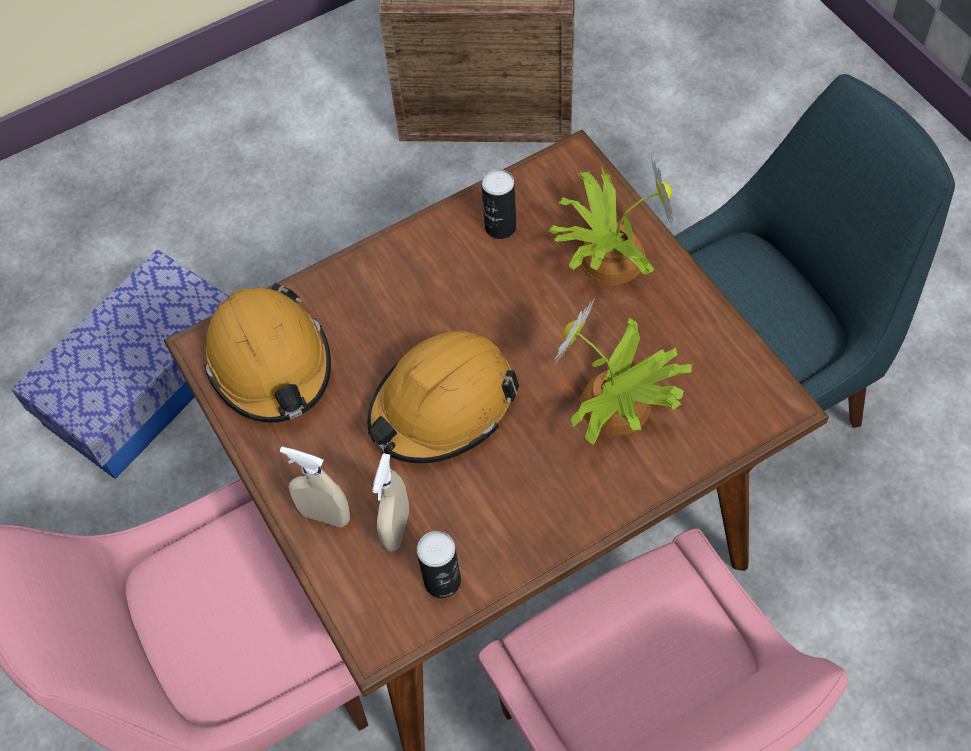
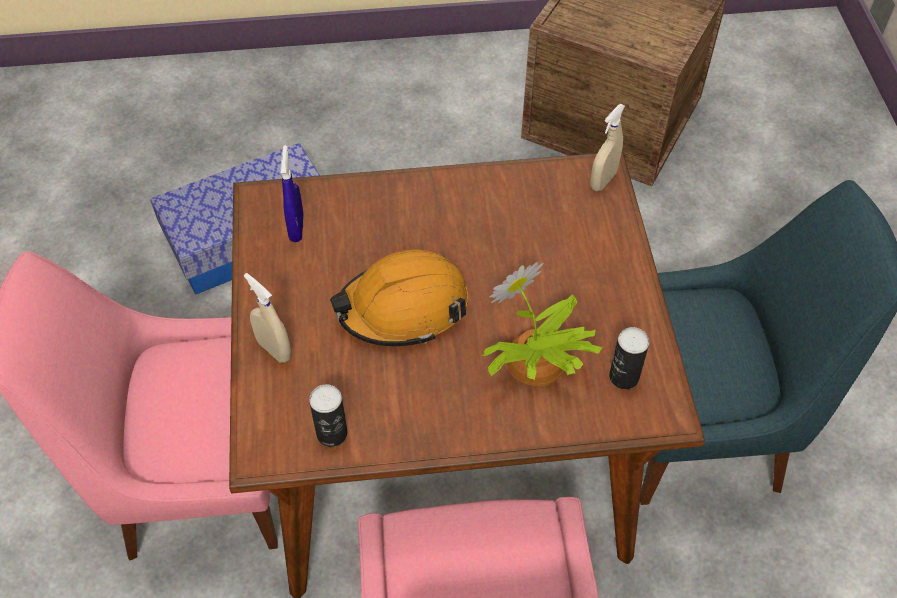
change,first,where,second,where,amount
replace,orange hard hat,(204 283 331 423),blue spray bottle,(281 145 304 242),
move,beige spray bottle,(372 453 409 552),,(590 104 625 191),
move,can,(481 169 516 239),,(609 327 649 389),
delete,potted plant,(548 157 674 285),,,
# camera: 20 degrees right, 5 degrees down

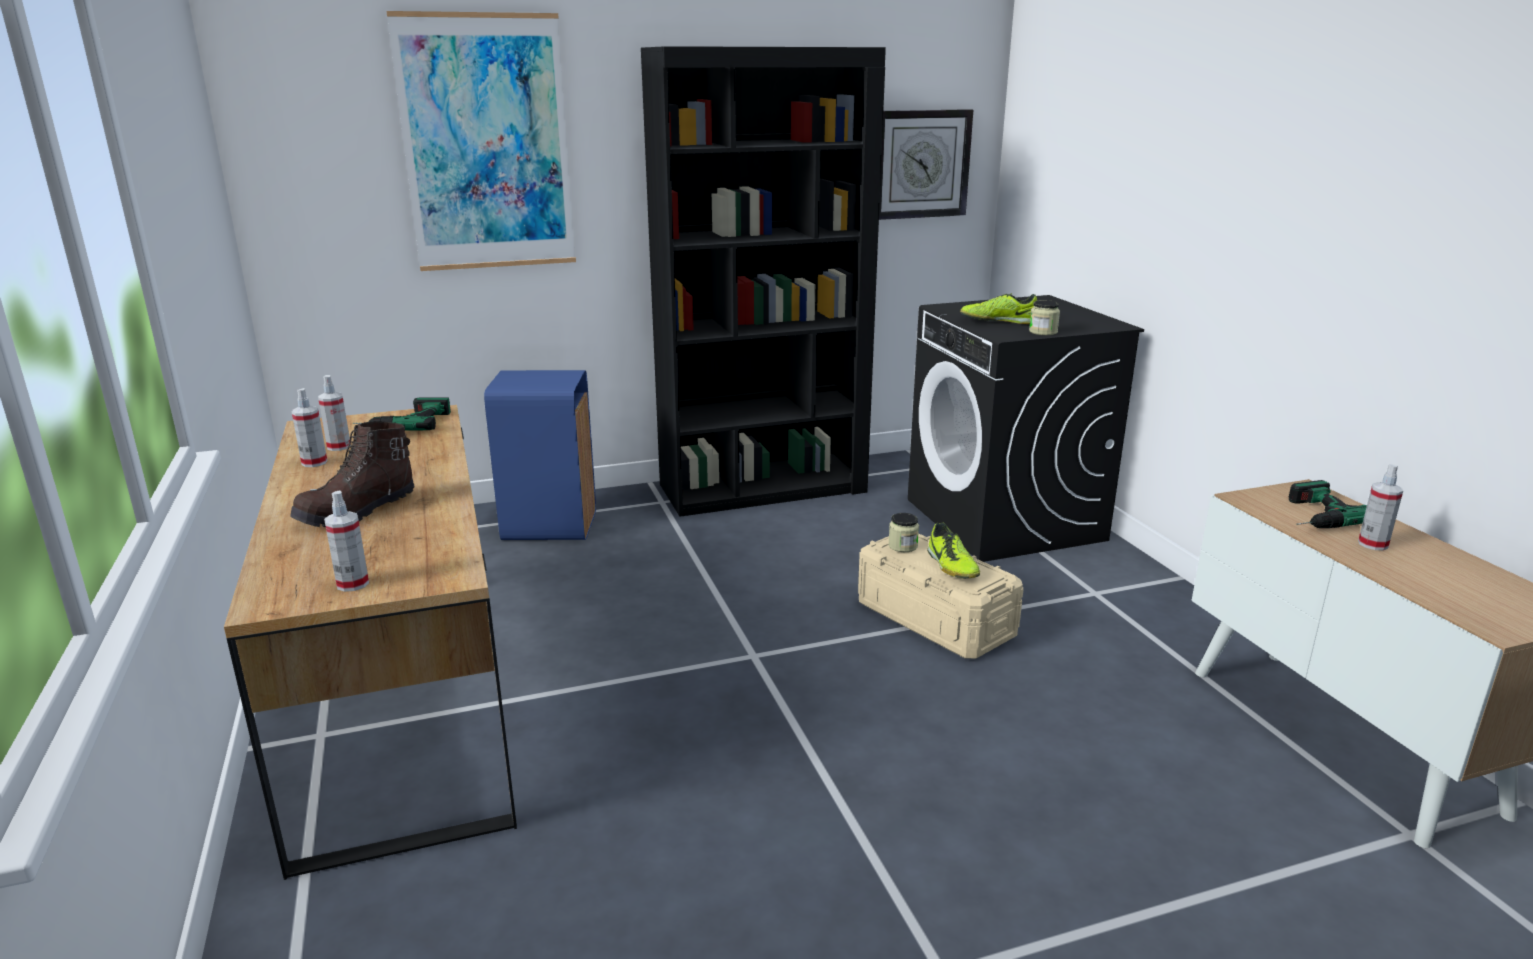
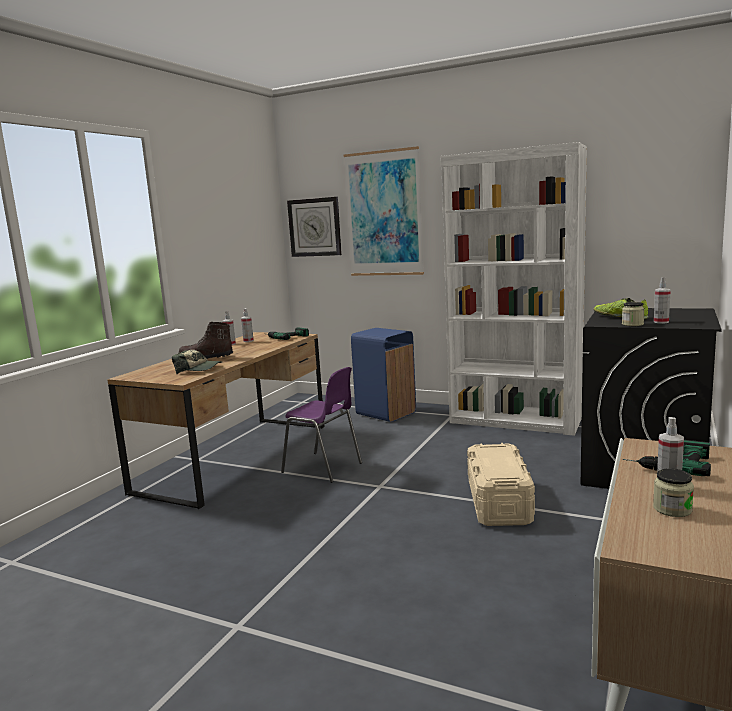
change,first,where,second,where,amount
move,spray bottle,(324 490 369 592),,(654 277 671 324),
recolor,black bookcase,(641 46 886 517),white bookcase,(440 142 587 436),
move,wall clock,(879 109 973 220),,(287 197 342 257),
move,jar,(888 513 919 552),,(653 468 694 517),
delete,shoe,(927 523 980 578),,,
insert,,,cap,(172 350 222 374),
insert,,,purple chair,(281 367 362 483),
# camera: 45 degrees right, 10 degrees down

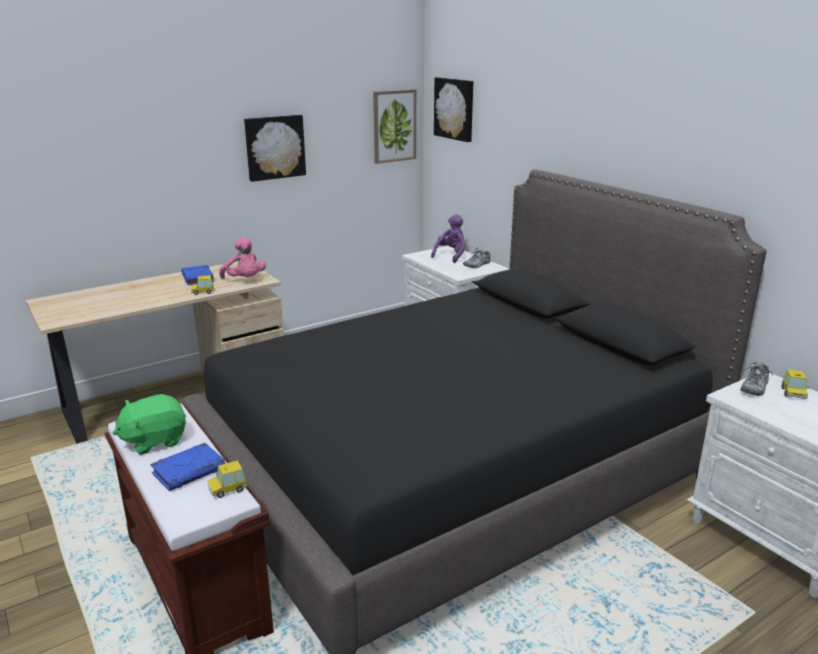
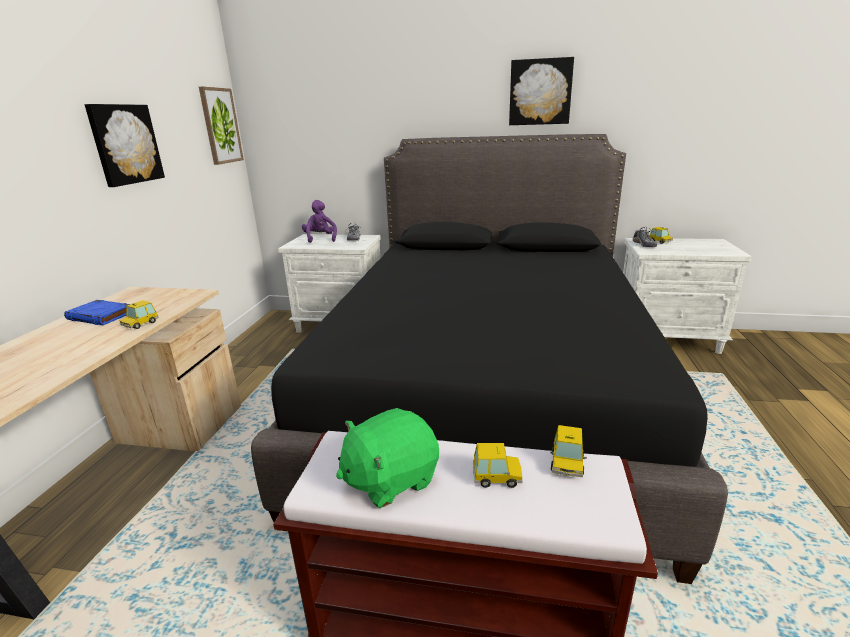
change,first,where,second,where,amount
rotate,green plush toy,(113 394 186 455),,(336 408 439 508),45 degrees clockwise
replace,blue book,(150 443 225 491),toy car,(473 443 523 488),
delete,pink plush toy,(219 237 266 279),,,
move,picture,(434 77 473 142),,(509 57 574 125),
# camera: 45 degrees left, 0 degrees up

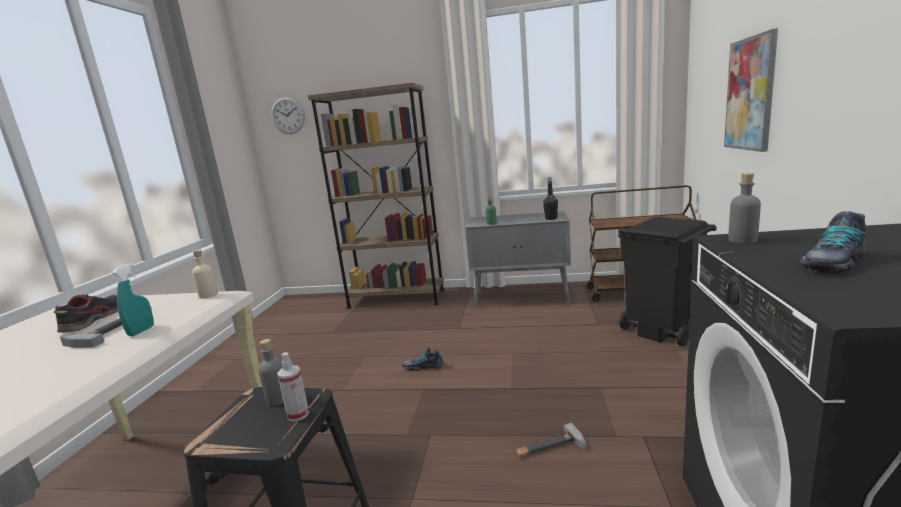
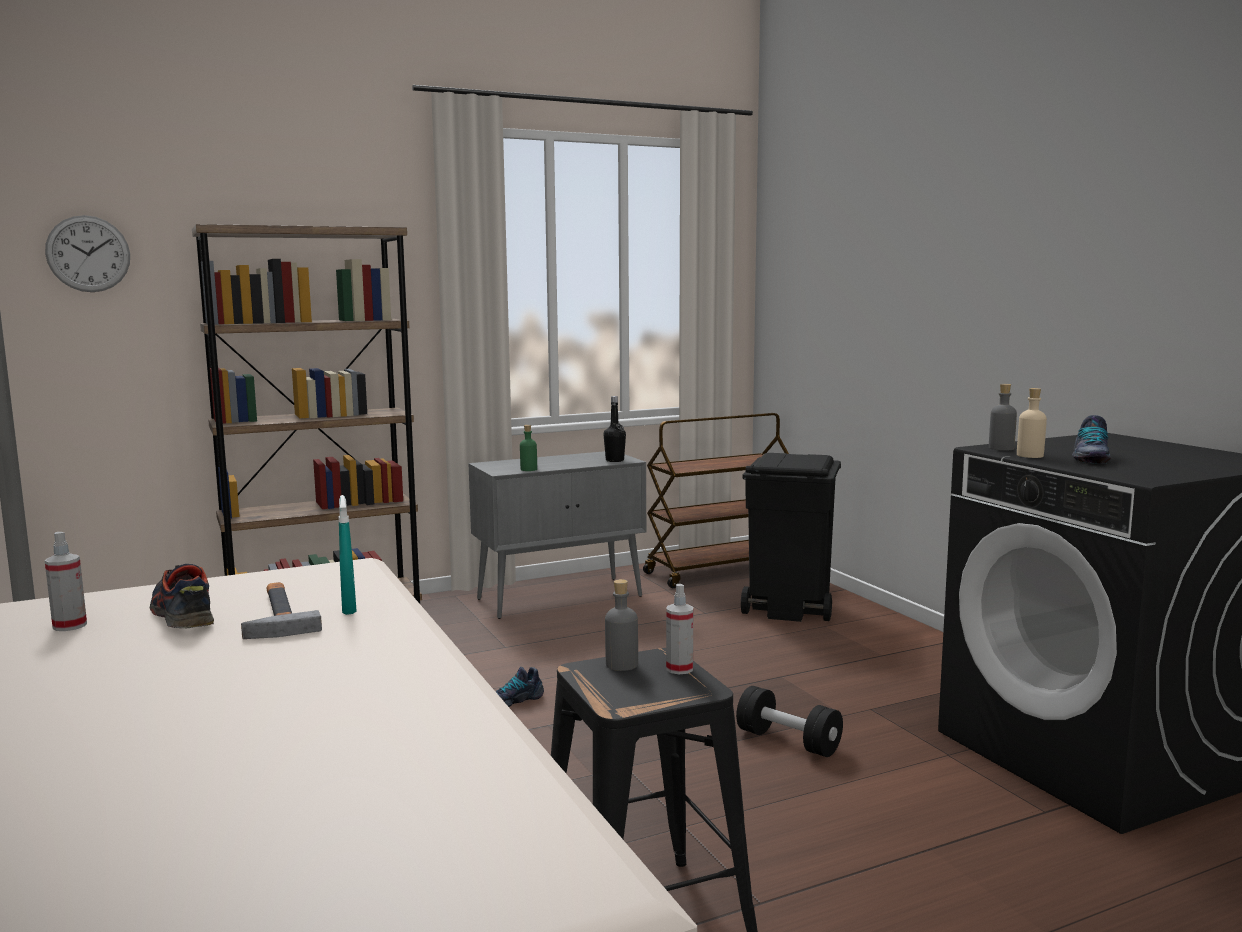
change,first,where,second,where,amount
move,beige bottle,(192 250 218 298),,(1017 388 1047 458),
replace,hammer,(516 423 587 457),black dumbbell,(736 686 843 757),
delete,picture,(724 28 778 152),,,
insert,,,spray bottle,(45 532 87 631),
# camera: 35 degrees left, 5 degrees down

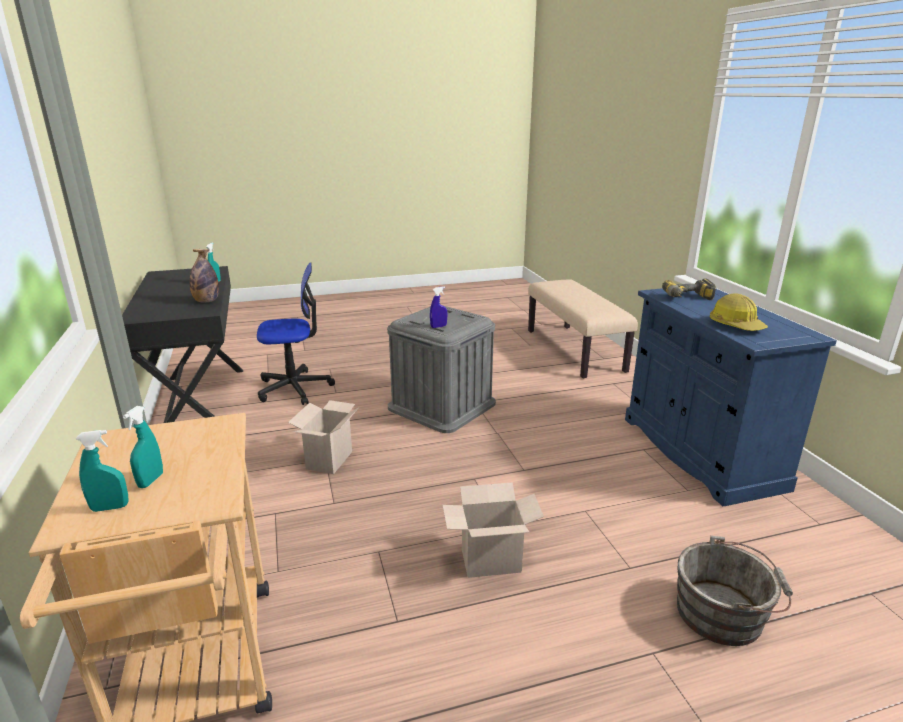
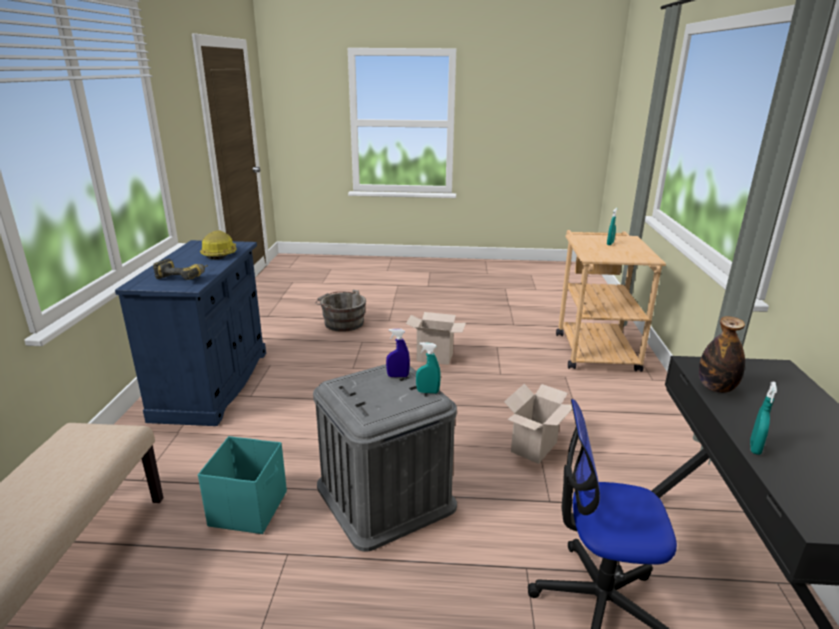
change,first,where,second,where,amount
move,turquoise spray bottle,(76 430 129 512),,(416 342 441 394),
insert,,,turquoise storage box,(198 436 287 534),
# camera: 160 degrees left, 0 degrees up

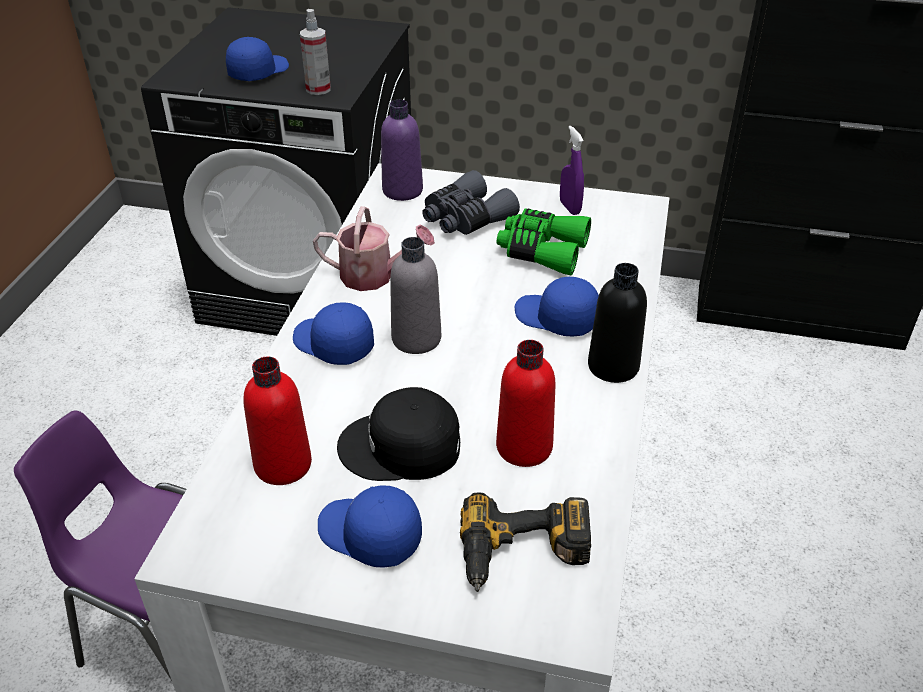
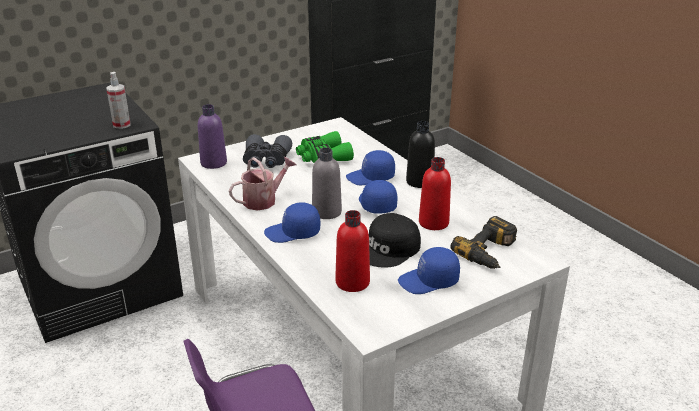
change,first,where,second,where,amount
move,blue cap,(226 37 289 81),,(359 180 397 214),
delete,purple spray bottle,(560 126 584 215),,,
# camera: 45 degrees left, 10 degrees down

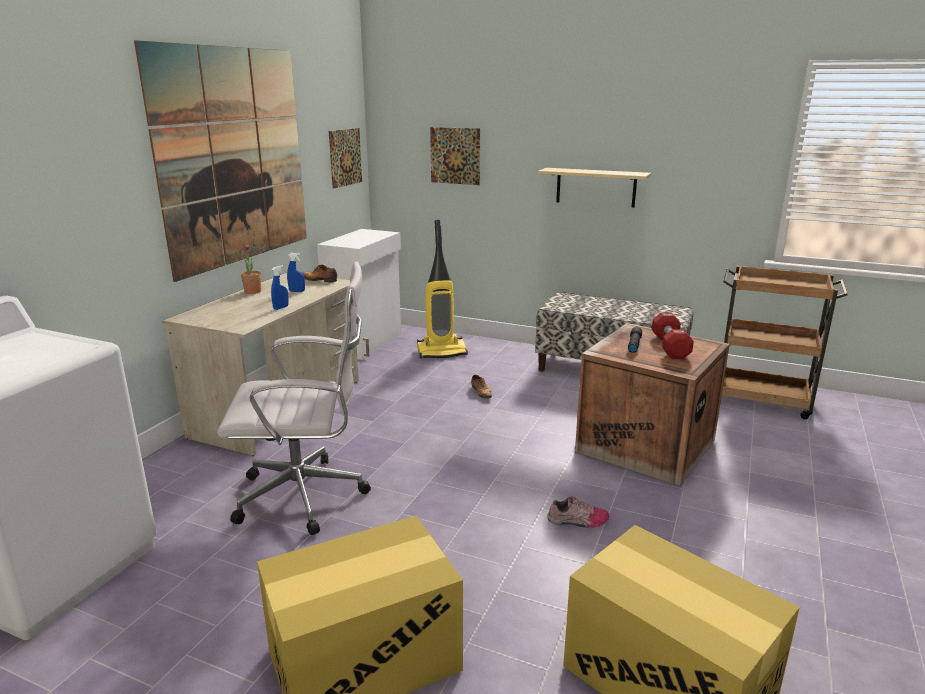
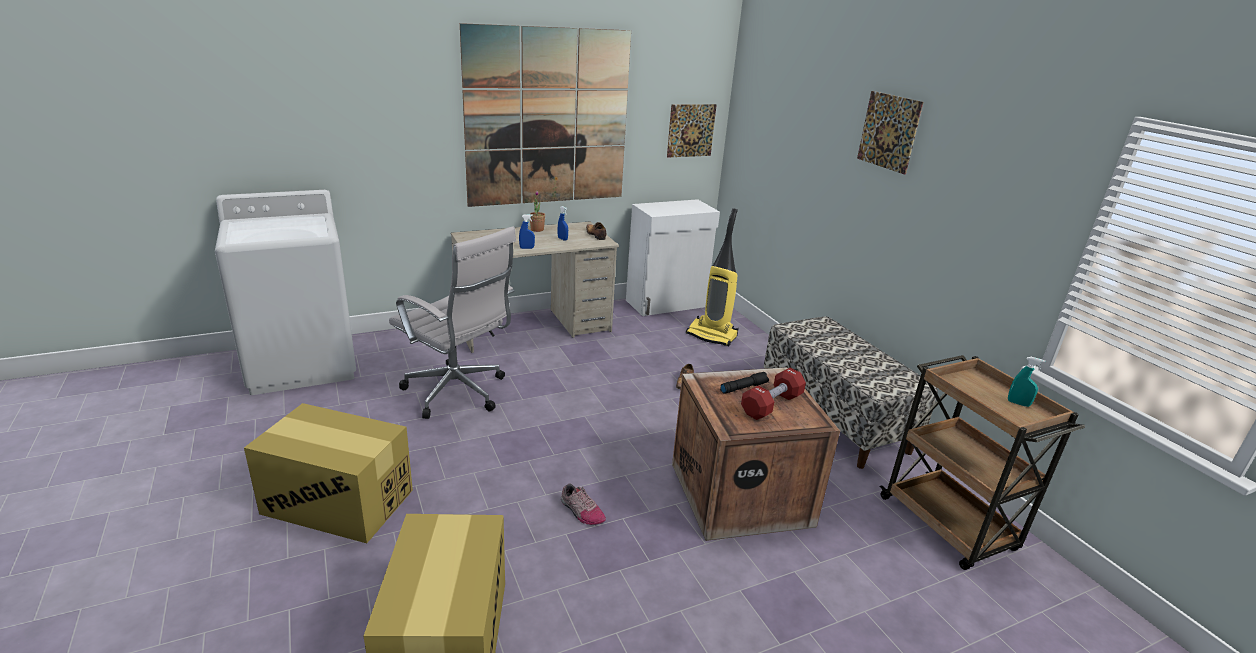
change,first,where,second,where,amount
move,picture,(430 127 480 185),,(857 91 924 175),
delete,beige shelf,(538 168 651 208),,,
insert,,,turquoise spray bottle,(1008 357 1045 407),
# camera: 40 degrees right, 5 degrees up

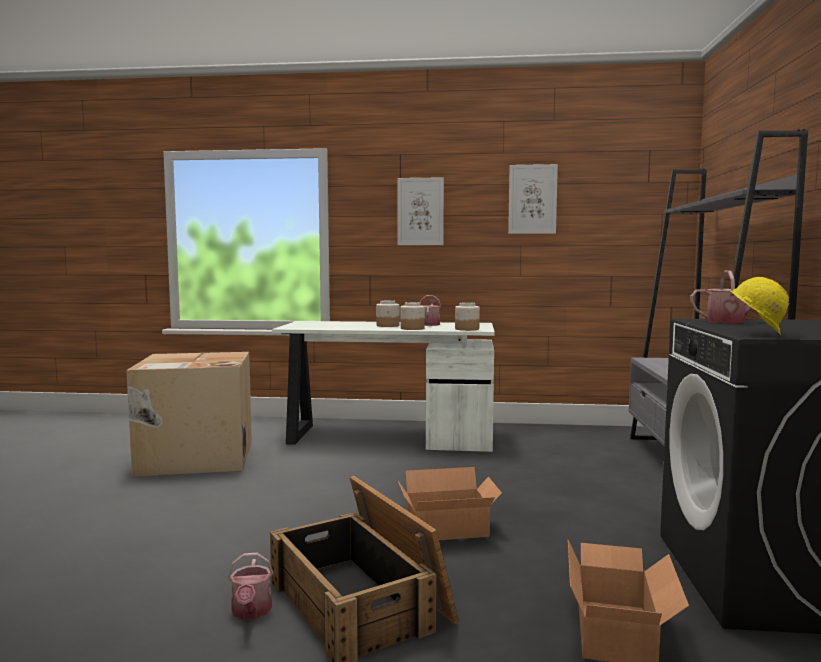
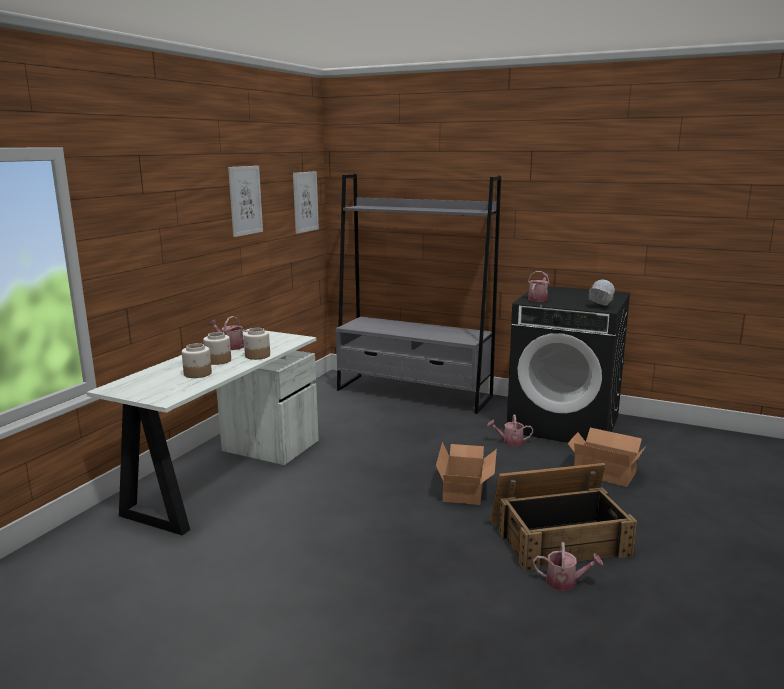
change,first,where,second,where,amount
delete,cardboard box,(126 352 252 476),,,
move,picture,(397 177 444 245),,(293 171 319 234),
move,jar,(455 302 480 331),,(182 343 212 378),
recolor,yellow hard hat,(731 277 789 335),white hard hat,(589 279 615 306),
insert,,,watering can,(487 414 533 447),
# camera: 70 degrees left, 10 degrees up

